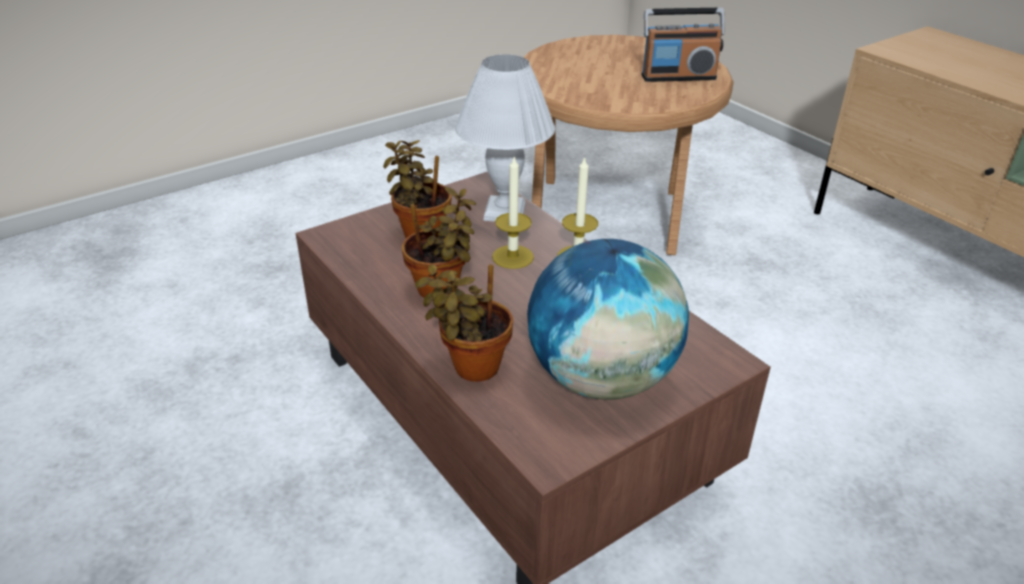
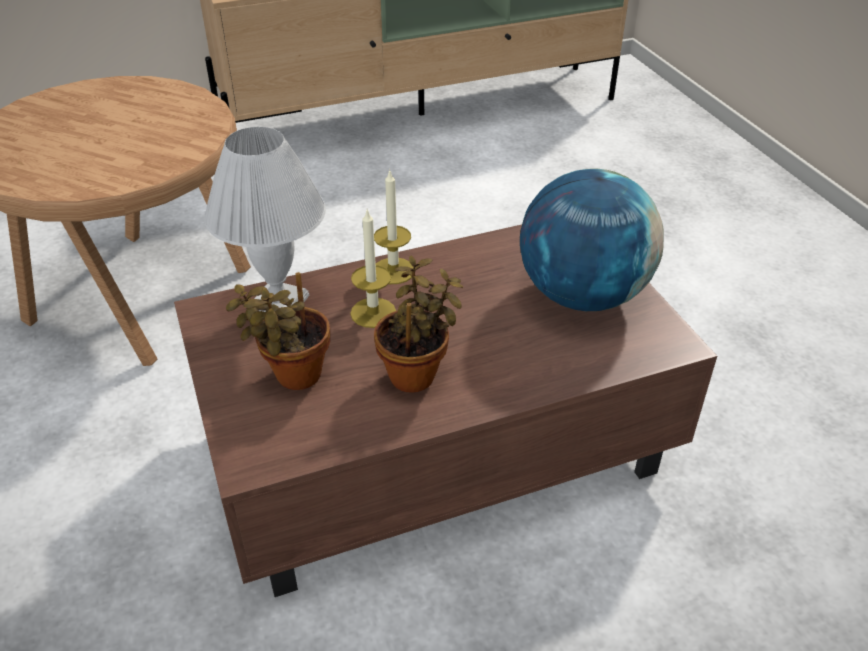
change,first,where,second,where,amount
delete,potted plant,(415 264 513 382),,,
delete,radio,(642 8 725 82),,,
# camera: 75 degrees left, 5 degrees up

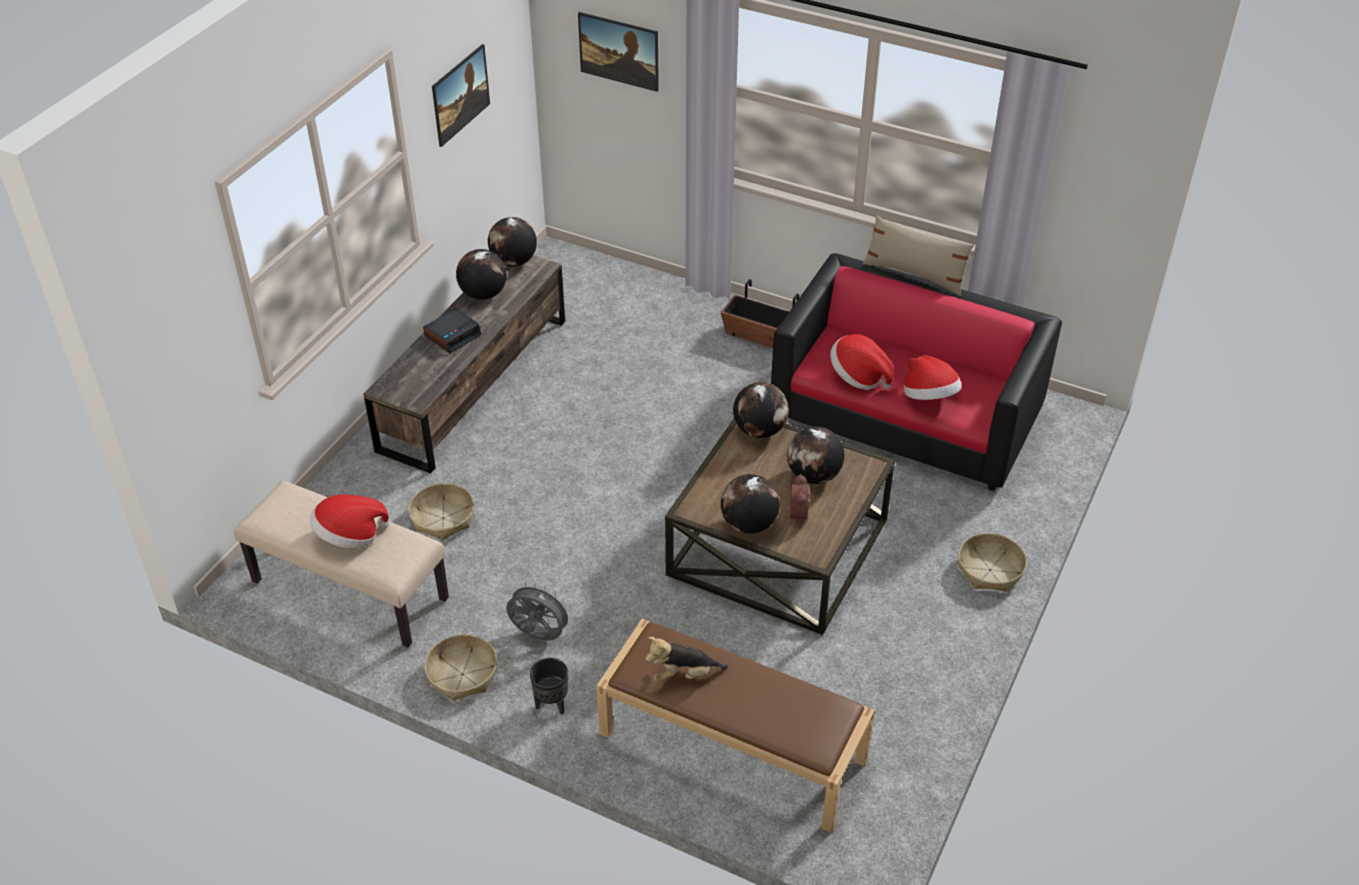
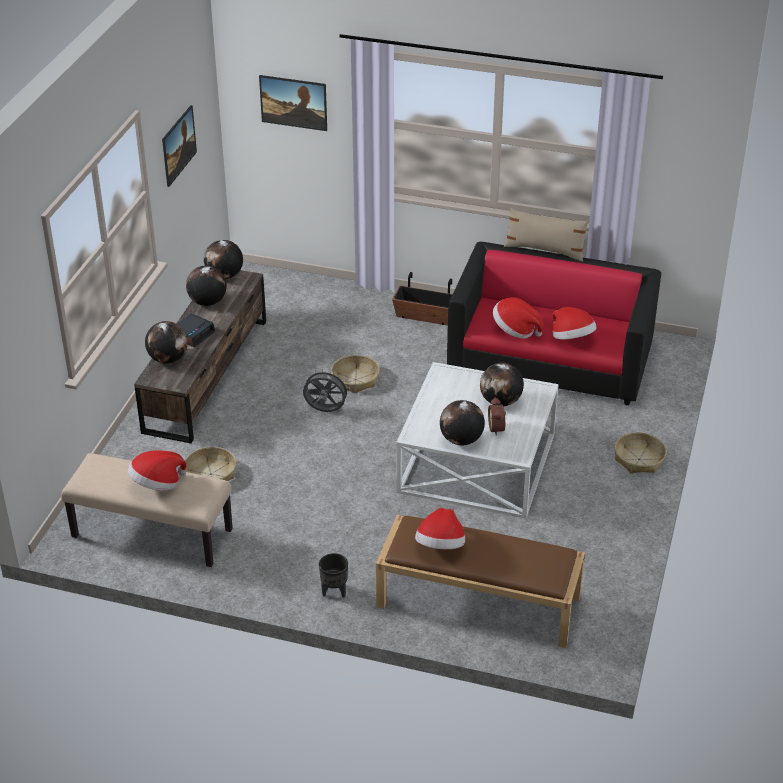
change,first,where,second,where,amount
move,basket,(424 634 497 701),,(331 355 380 393),
move,grey fan,(506 582 573 640),,(302 369 350 412),
replace,plush toy,(645 637 728 682),hat,(415 508 465 549),
recolor,brown coffee table,(665 419 895 635),white coffee table,(396 362 559 519),
move,globe,(733 382 789 438),,(145 321 188 364),
# camera: 10 degrees left, 5 degrees down

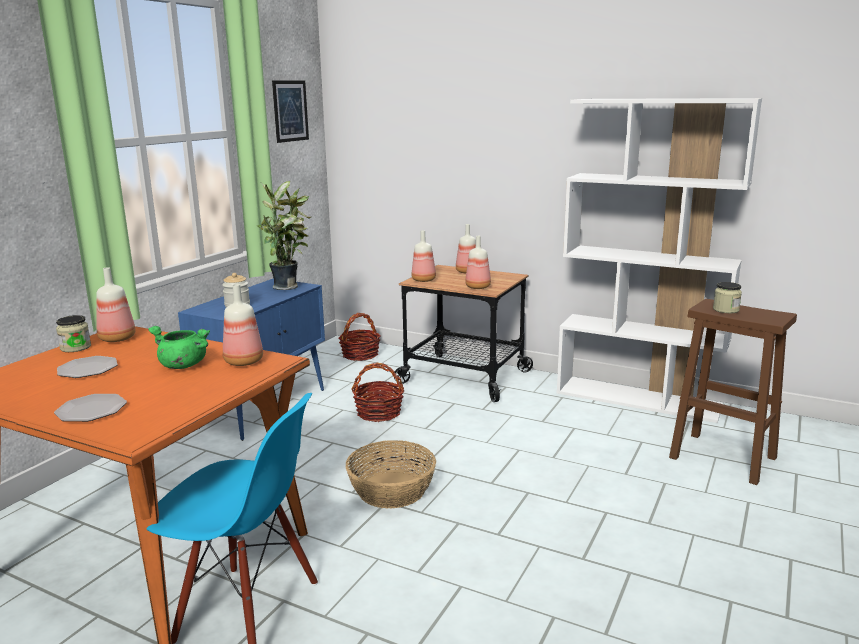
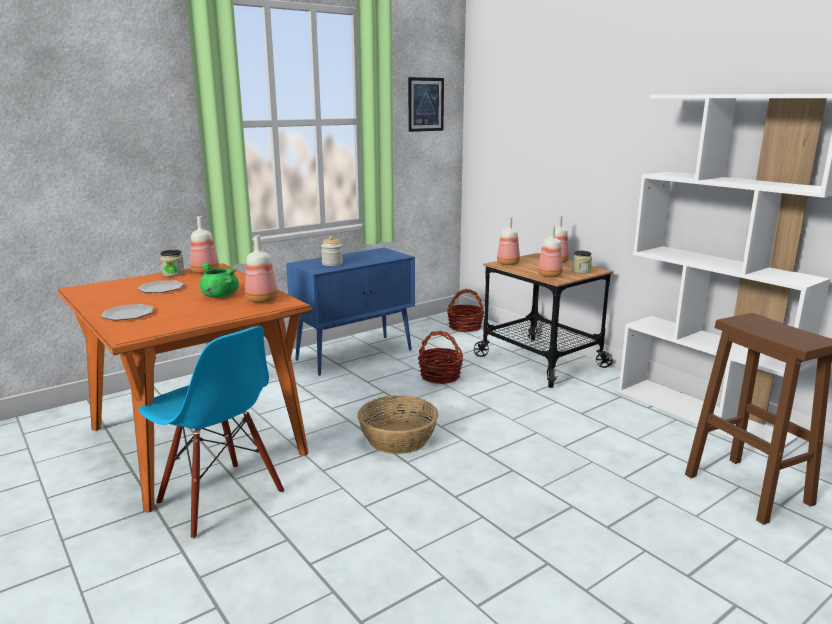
change,first,where,second,where,amount
delete,potted plant,(257 181 311 290),,,
move,jar,(713 282 742 313),,(572 251 592 274),
# camera: 25 degrees right, 0 degrees up

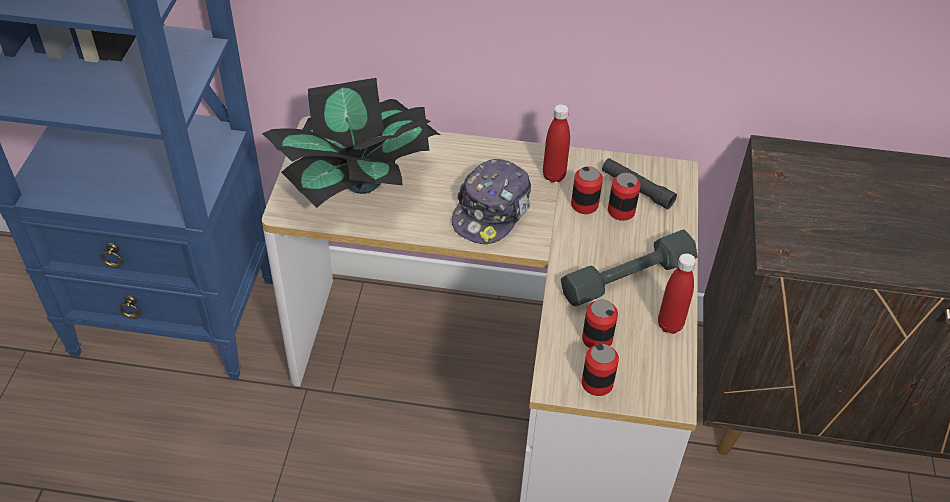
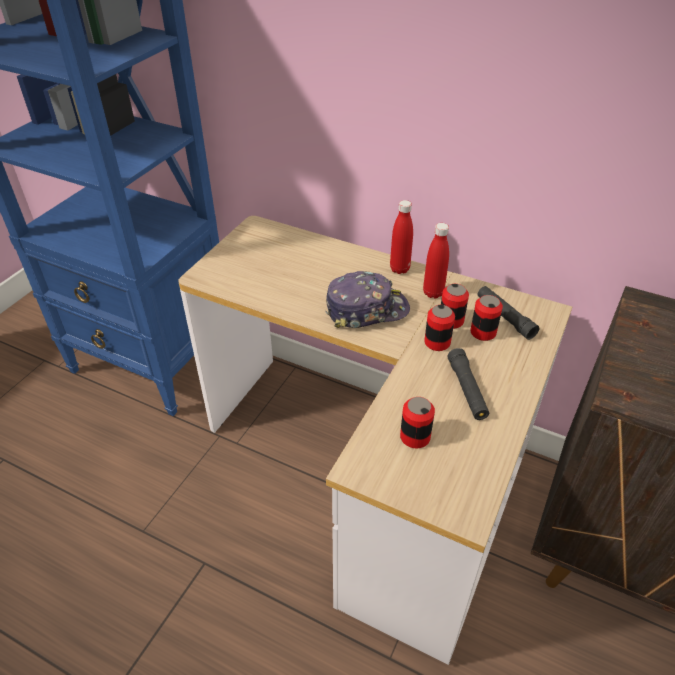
change,first,where,second,where,amount
delete,potted plant,(262 78 440 208),,,
rotate,cap,(452 159 531 244),,(325 271 410 328),150 degrees counterclockwise
replace,grey dumbbell,(561 229 698 306),black flashlight,(448 348 489 420),
move,can,(582 344 619 396),,(424 305 455 351),
move,red bottle,(658 253 696 334),,(390 200 413 274),
# camera: 20 degrees right, 5 degrees down

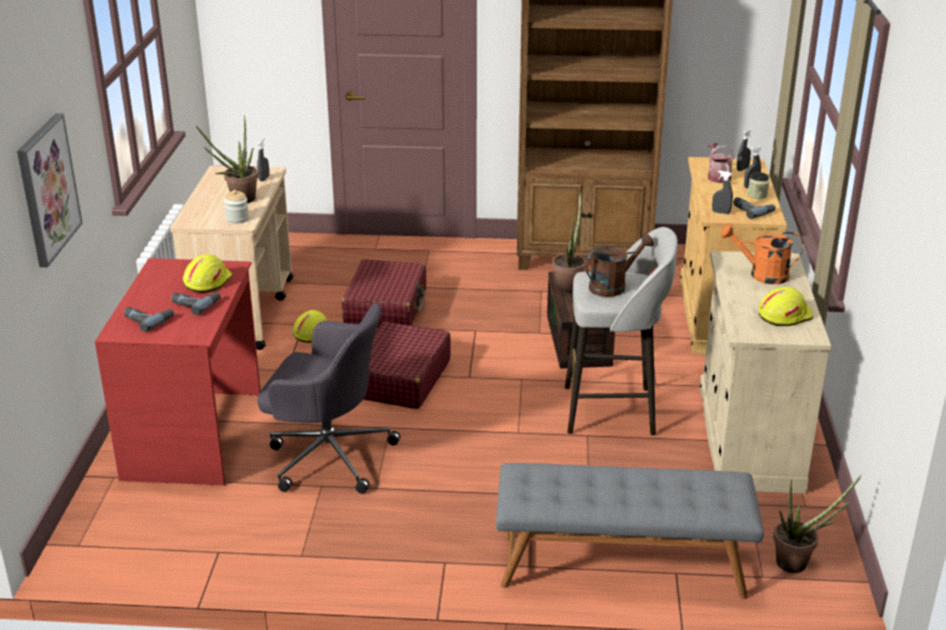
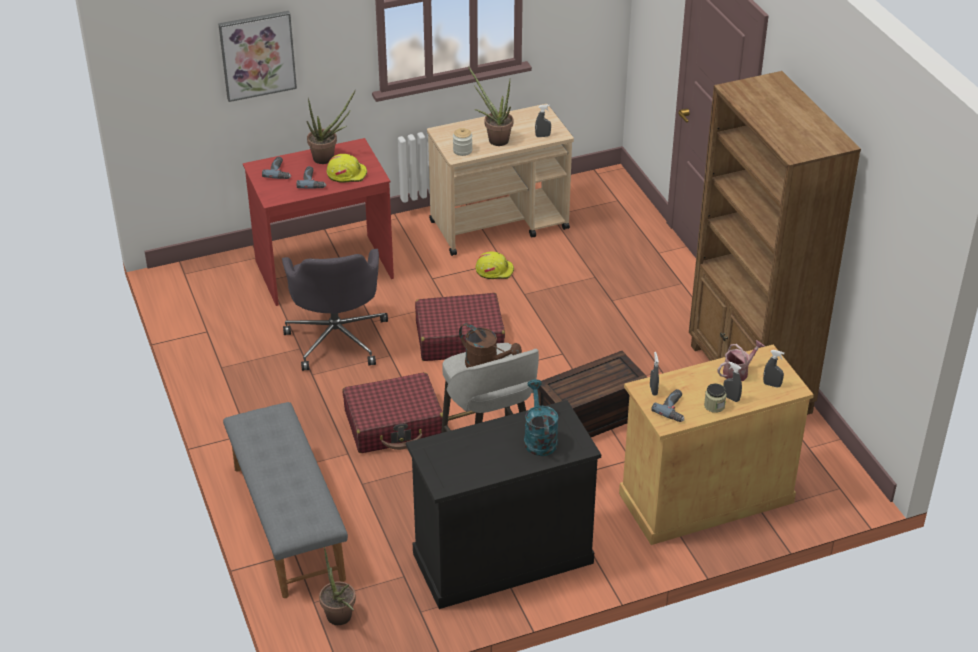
change,first,where,second,where,amount
move,red suitcase,(342 259 426 328),,(342 372 443 453),
move,potted plant,(552 192 585 292),,(306 91 355 164),
recolor,beige cabinet,(699 251 831 494),black cabinet,(406 400 601 609),
recolor,orange watering can,(720 224 804 284),turquoise watering can,(524 379 558 456),
delete,yellow hard hat,(759 287 813 326),,,
# camera: 65 degrees right, 10 degrees up

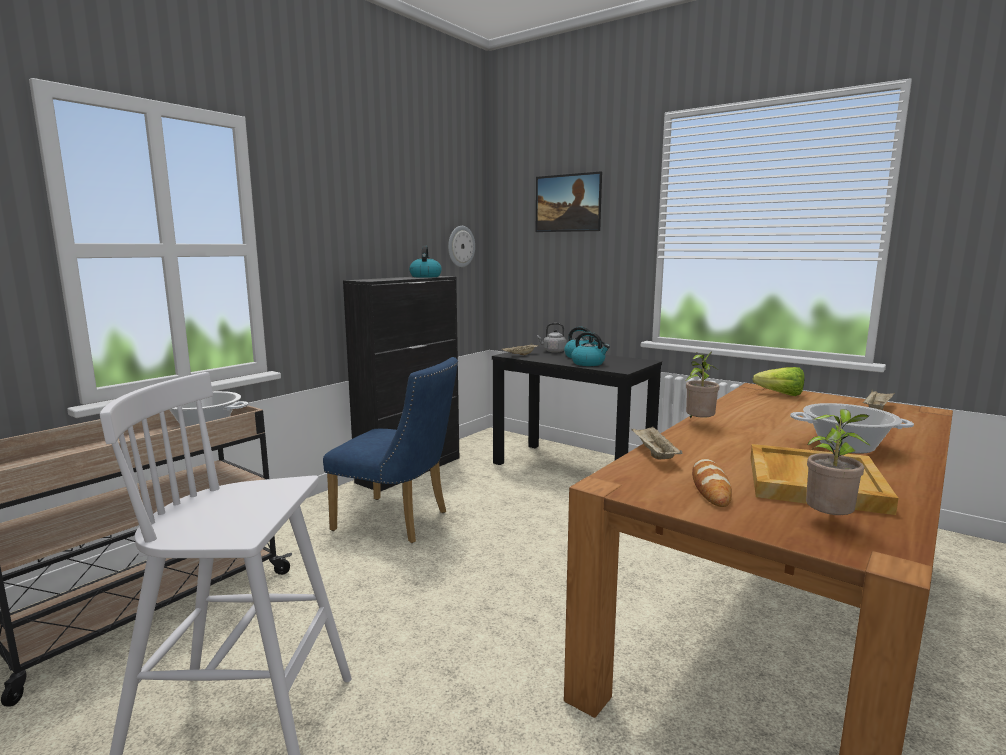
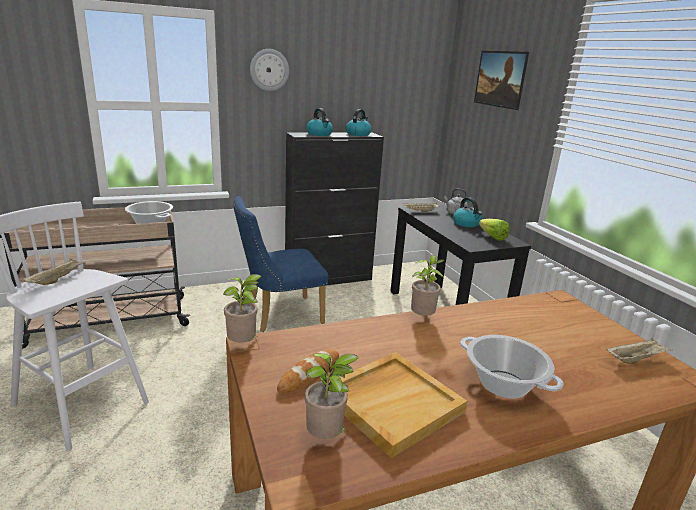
change,first,where,second,where,amount
rotate,blue chair,(323 357 458 543),,(233 196 328 332),105 degrees clockwise
move,wall clock,(448 226 475 267),,(250 49 289 91),
move,kettle,(571 332 610 366),,(306 108 333 136),
move,beige tray,(632 427 682 459),,(23 258 86 285),
move,lettuce,(753 367 804 396),,(479 219 509 241),
insert,,,potted plant,(224 274 261 342),
# camera: 30 degrees right, 10 degrees up

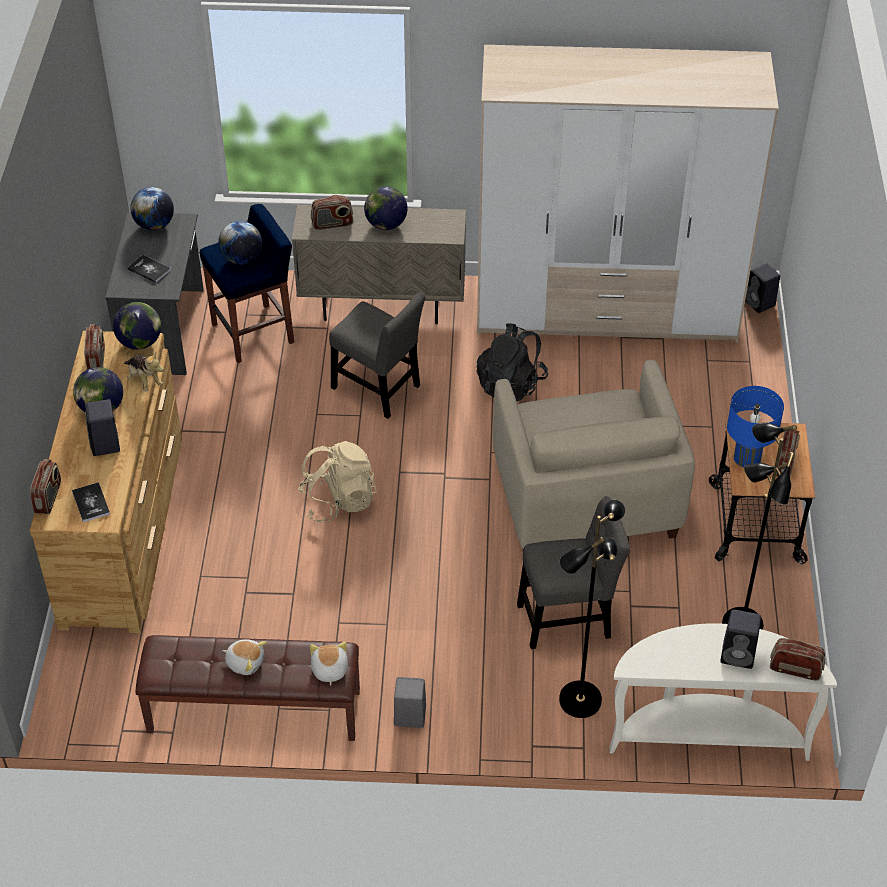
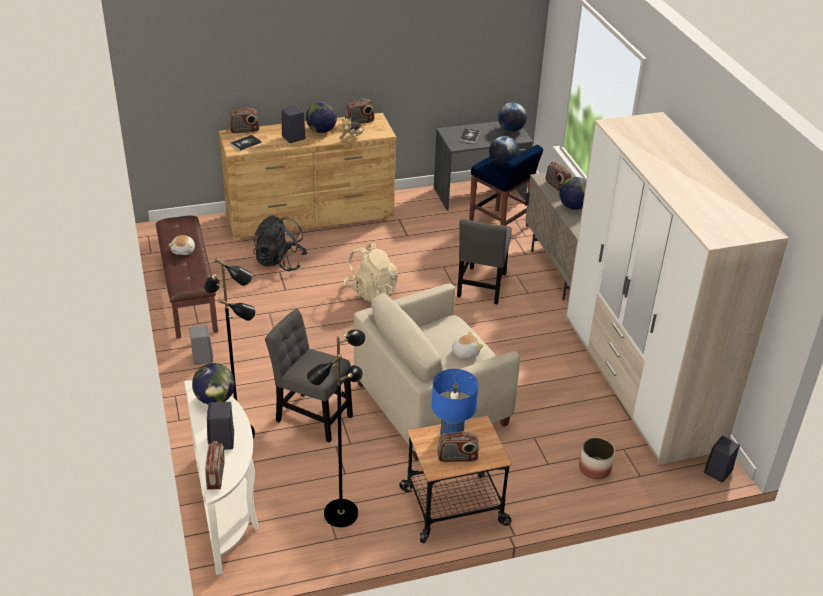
change,first,where,second,where,amount
move,globe,(113 302 161 350),,(192 363 235 404),
move,plush toy,(310 642 348 685),,(450 330 483 358),
move,black backpack,(477 323 548 401),,(253 215 308 271),
rotate,grey chair,(517 496 630 649),,(265 309 353 443),150 degrees clockwise
insert,,,planter,(579 437 615 479),
# camera: 70 degrees right, 10 degrees down

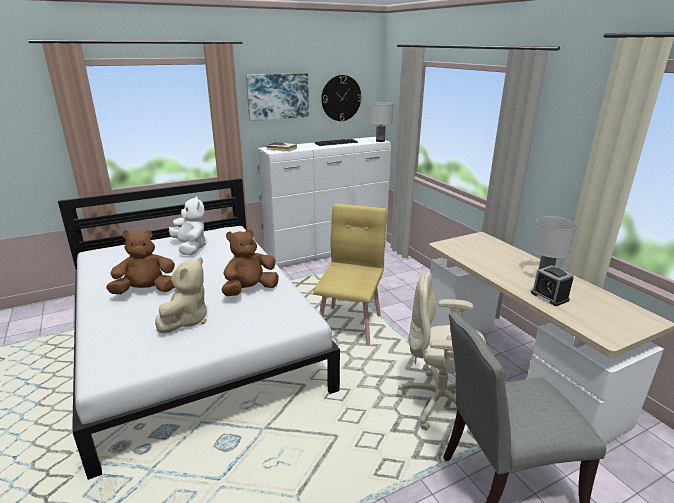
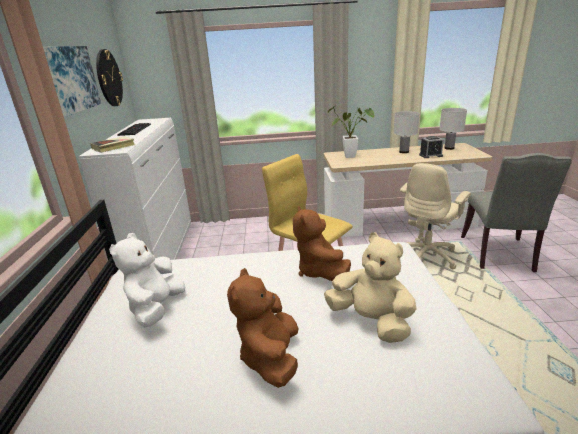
change,first,where,second,where,amount
rotate,white plush toy,(169 196 207 255),,(109 233 185 327),75 degrees counterclockwise
move,white table lamp,(370 102 393 142),,(439 108 467 150),
insert,,,potted plant,(328 107 374 158),
# camera: 65 degrees left, 0 degrees up

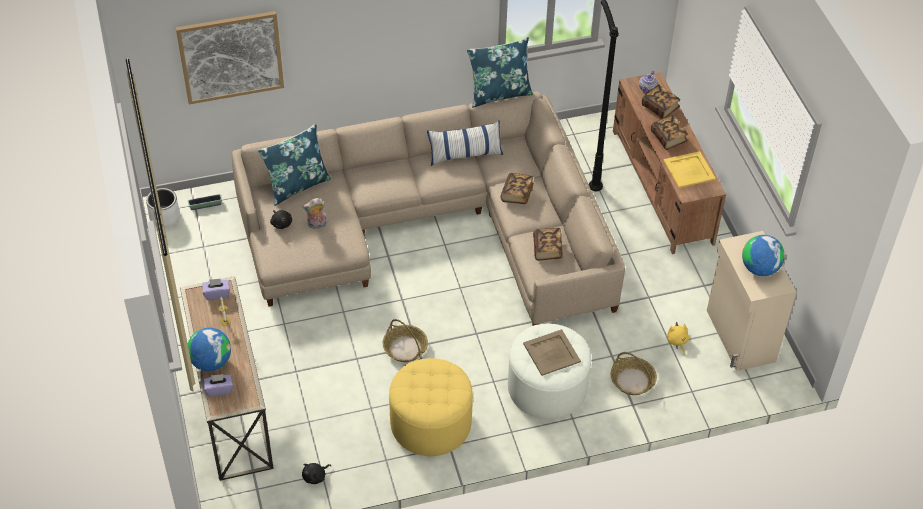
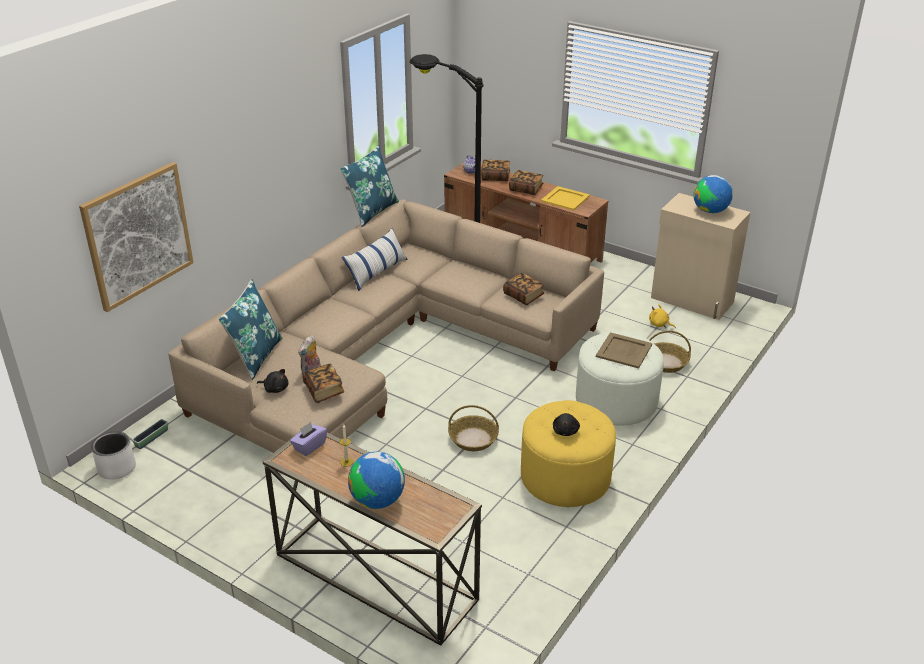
change,first,where,second,where,amount
delete,purple tissue box,(204 374 233 397),,,
move,black plush toy,(302 463 331 484),,(553 413 580 436),
move,book,(501 173 534 204),,(303 363 344 403),
# camera: 40 degrees left, 15 degrees down

